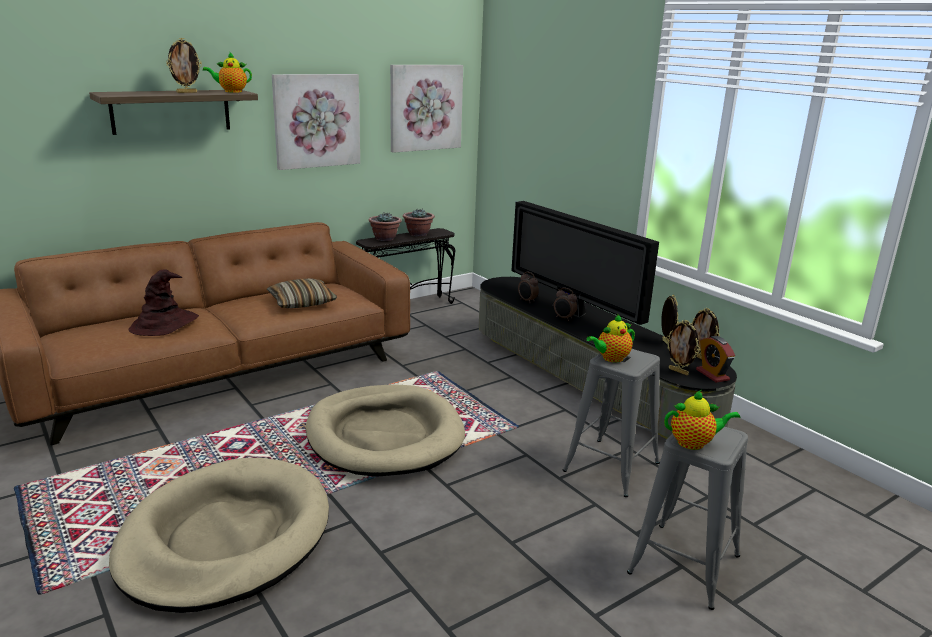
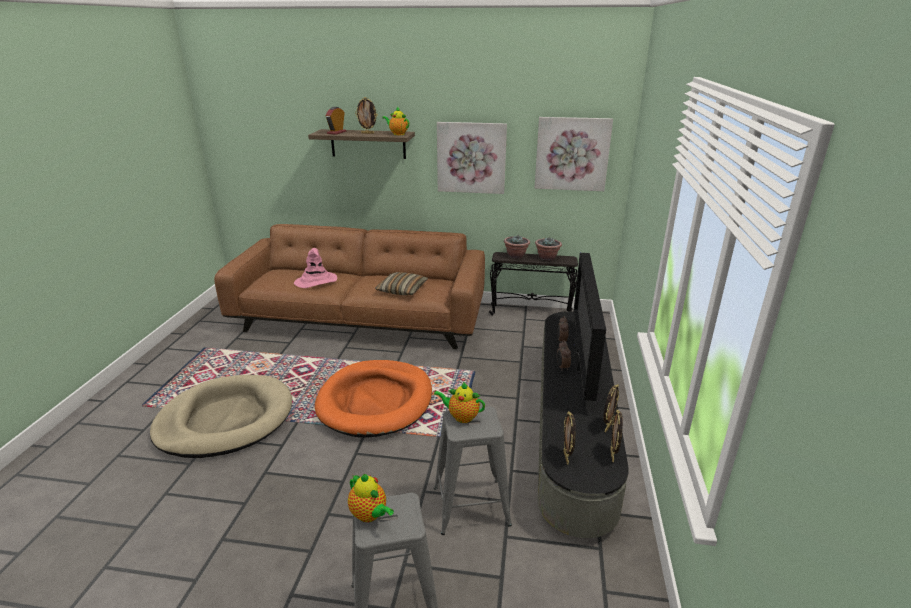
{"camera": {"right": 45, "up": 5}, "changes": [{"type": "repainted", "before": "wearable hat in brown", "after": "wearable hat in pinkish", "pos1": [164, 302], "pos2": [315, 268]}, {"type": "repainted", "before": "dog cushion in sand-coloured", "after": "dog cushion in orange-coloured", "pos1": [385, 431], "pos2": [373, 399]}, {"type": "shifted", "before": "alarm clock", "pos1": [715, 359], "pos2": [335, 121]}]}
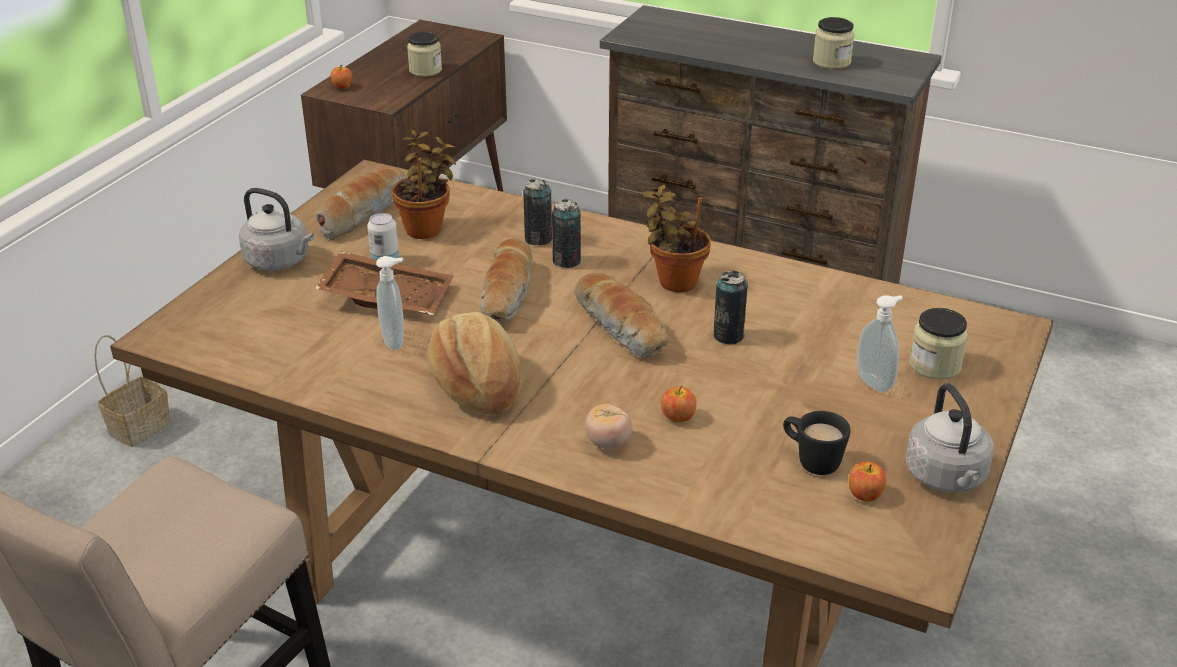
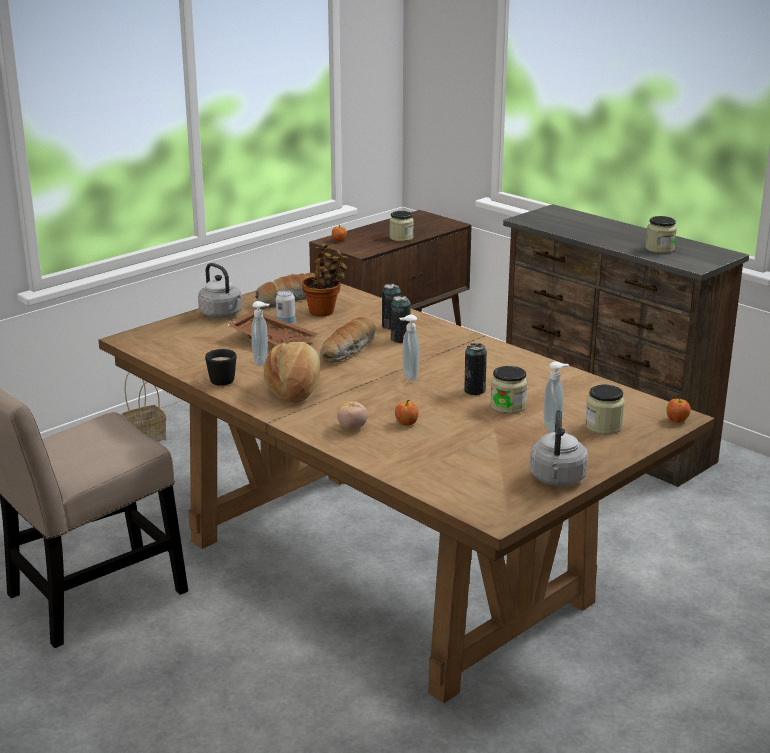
{"camera": {"right": 20, "up": -10}, "changes": [{"type": "swapped", "before": "bakery bread", "after": "soap dispenser", "pos1": [621, 315], "pos2": [409, 348]}, {"type": "gone", "before": "plant in a pot", "pos1": [676, 238]}, {"type": "shifted", "before": "mug in black", "pos1": [817, 443], "pos2": [220, 367]}, {"type": "shifted", "before": "apple fruit", "pos1": [868, 482], "pos2": [679, 410]}, {"type": "new", "after": "jar", "pos2": [508, 390]}]}
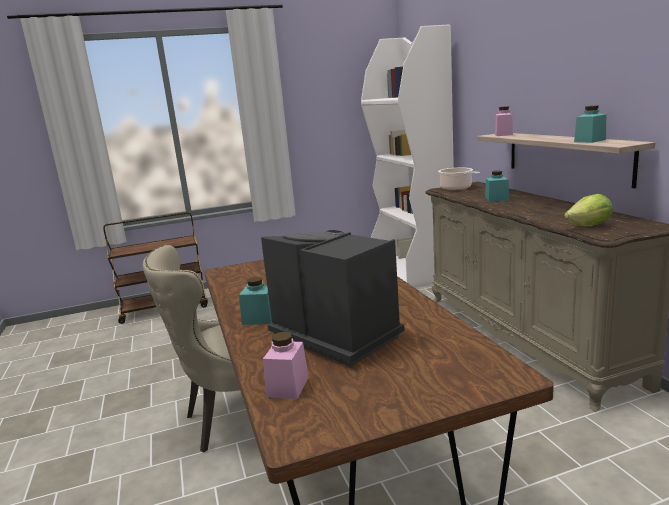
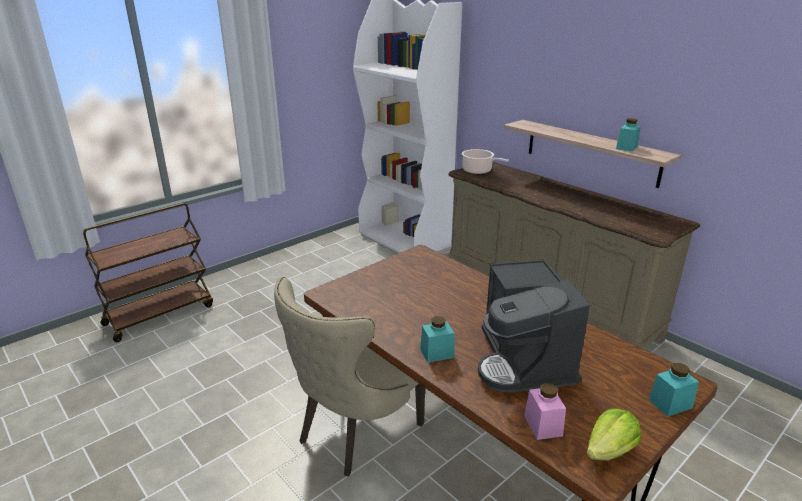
{"camera": {"right": -25, "up": 10}, "changes": [{"type": "rotated", "before": "coffee maker", "pos1": [333, 298], "pos2": [534, 326], "turn": -120}, {"type": "shifted", "before": "jar in turquoise-coloured", "pos1": [497, 186], "pos2": [674, 390]}, {"type": "gone", "before": "jar in pinkish", "pos1": [504, 121]}, {"type": "shifted", "before": "head of lettuce", "pos1": [588, 210], "pos2": [614, 434]}]}
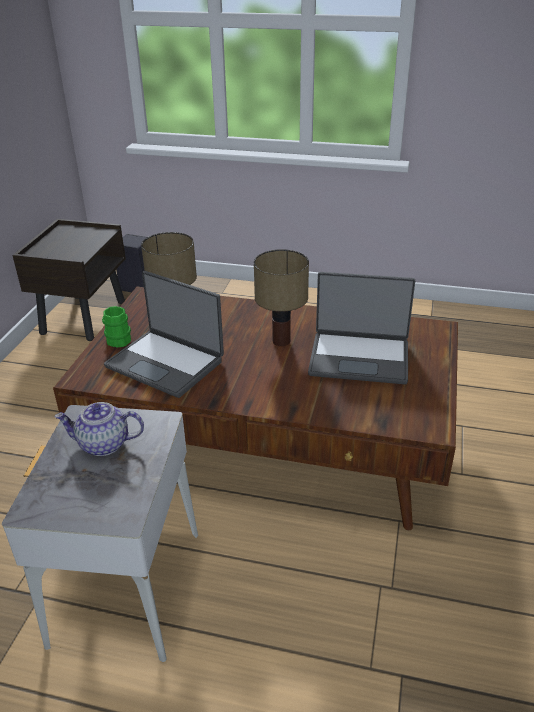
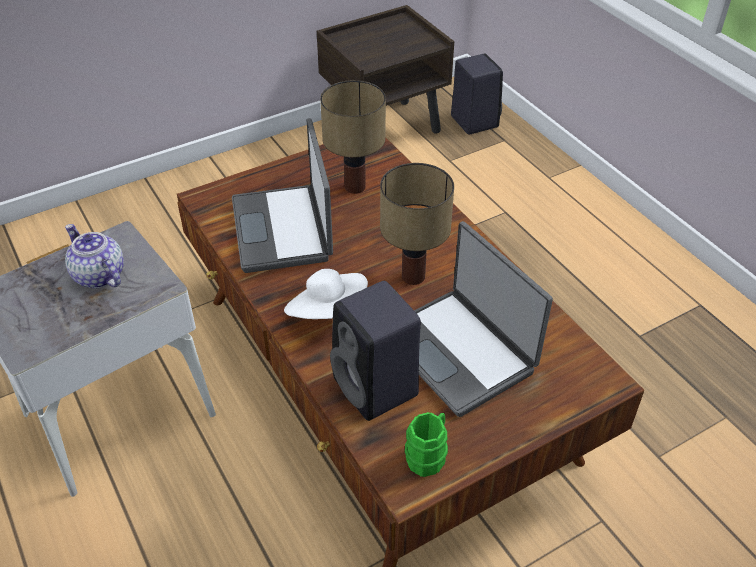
{"camera": {"right": 45, "up": 10}, "changes": [{"type": "shifted", "before": "mug in green", "pos1": [116, 327], "pos2": [426, 444]}, {"type": "new", "after": "wearable hat in whitish", "pos2": [326, 294]}, {"type": "new", "after": "loudspeaker in black", "pos2": [375, 351]}]}
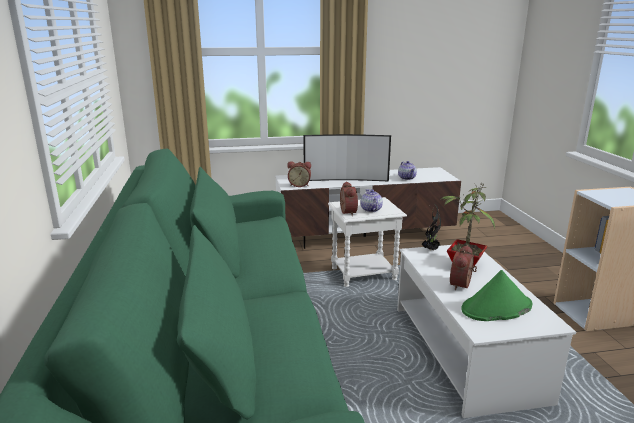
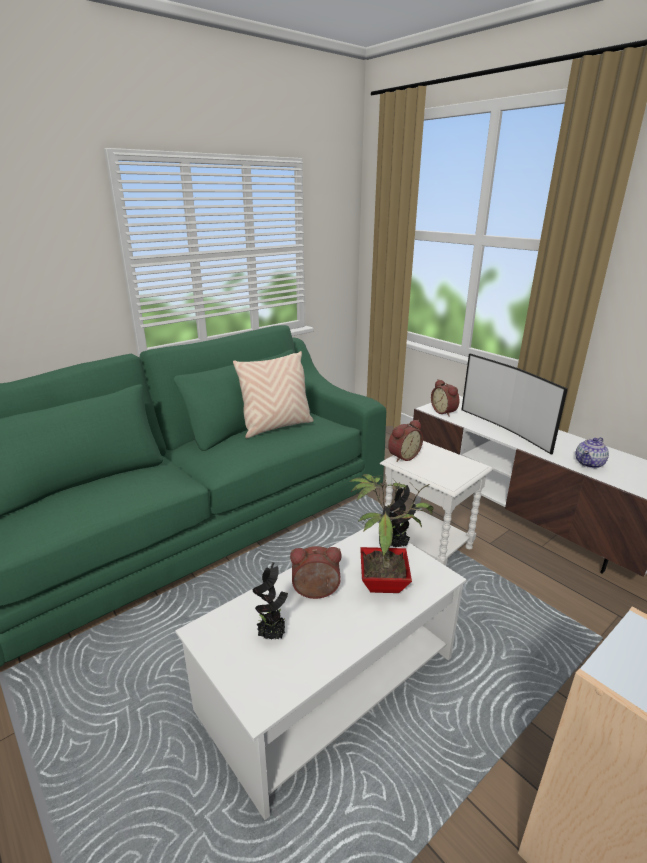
{"camera": {"right": 60, "up": 5}, "changes": [{"type": "gone", "before": "pot for tea", "pos1": [371, 200]}, {"type": "swapped", "before": "wearable hat in green", "after": "plant in a pot", "pos1": [496, 295], "pos2": [270, 600]}, {"type": "new", "after": "cushion in sand-coloured", "pos2": [273, 394]}]}
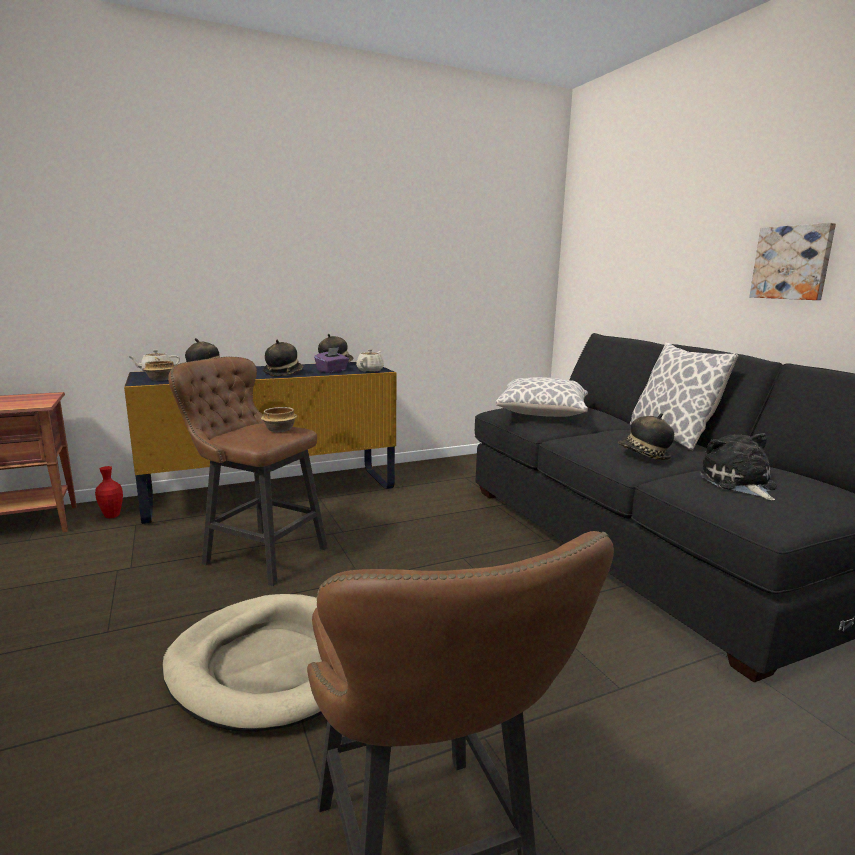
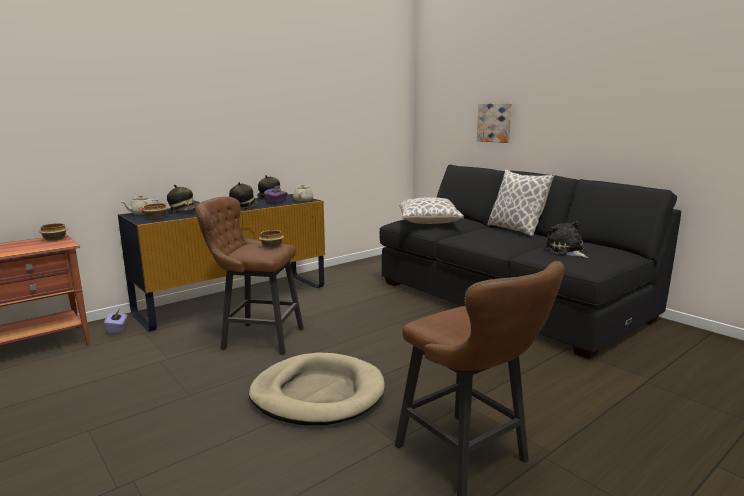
{"camera": {"right": -15, "up": 0}, "changes": [{"type": "swapped", "before": "decorative vase in red", "after": "tissue box in purplish", "pos1": [109, 492], "pos2": [116, 322]}, {"type": "gone", "before": "wearable hat", "pos1": [646, 436]}, {"type": "shifted", "before": "wall picture", "pos1": [792, 261], "pos2": [494, 123]}, {"type": "new", "after": "serving bowl", "pos2": [53, 232]}]}
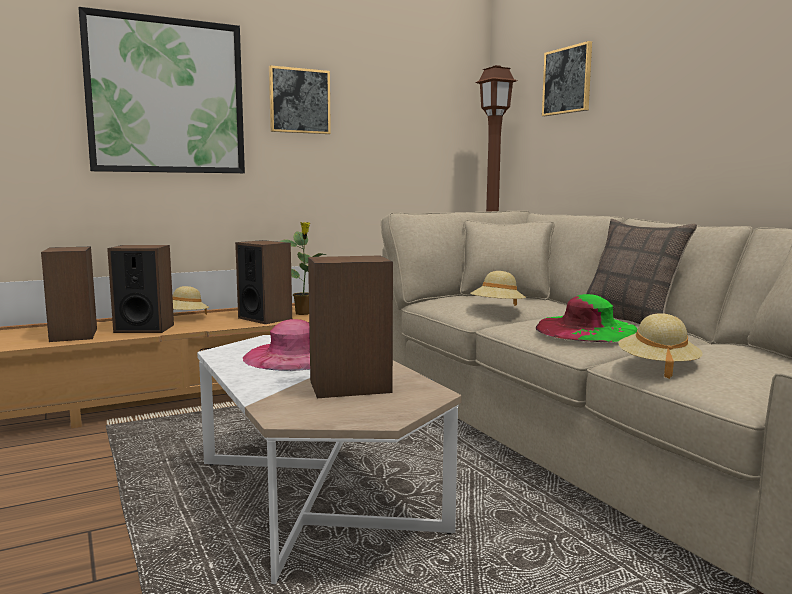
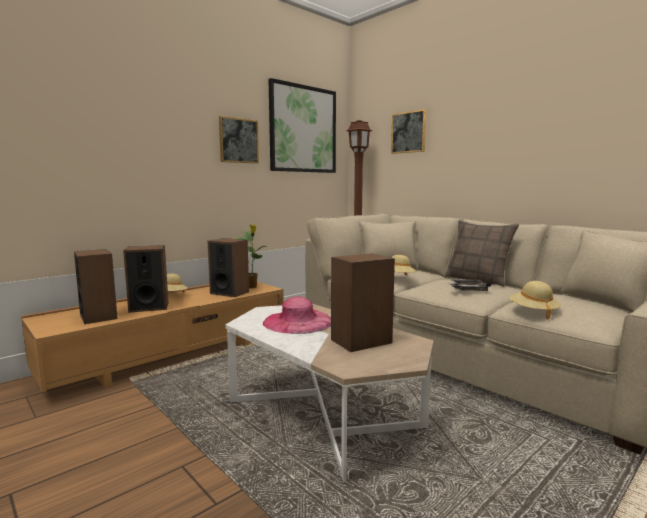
{"camera": {"right": -15, "up": 0}, "changes": [{"type": "shifted", "before": "wall picture", "pos1": [162, 90], "pos2": [302, 125]}, {"type": "swapped", "before": "wearable hat in green", "after": "carrying tray in gray", "pos1": [586, 318], "pos2": [469, 285]}]}
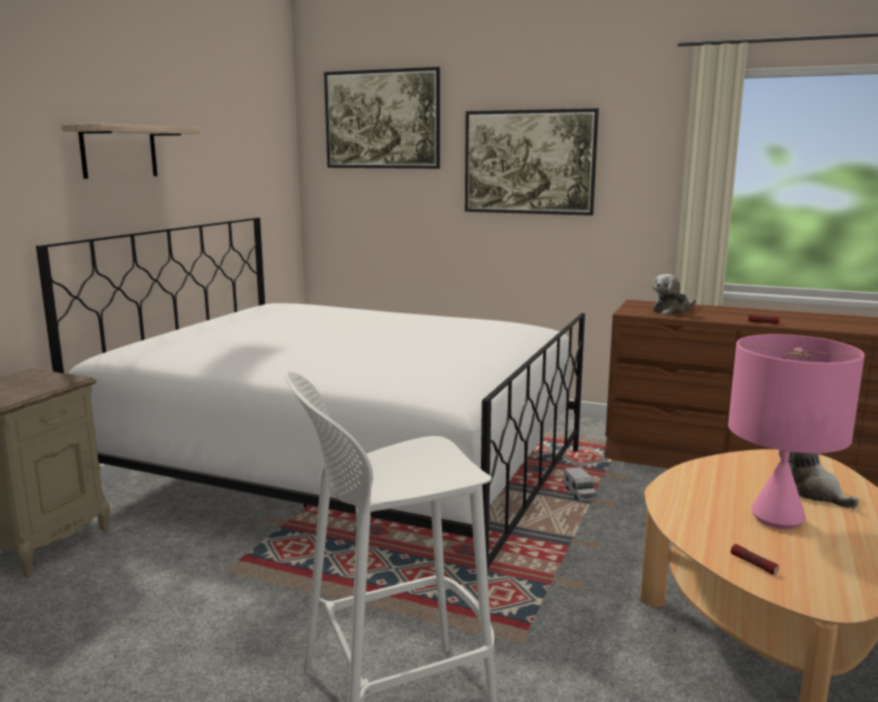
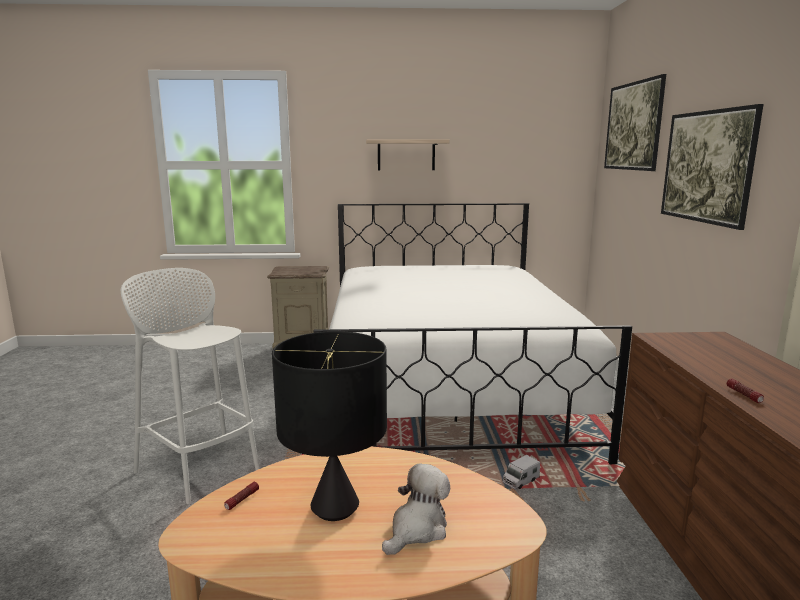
{"camera": {"right": 65, "up": 0}, "changes": [{"type": "gone", "before": "cuddly toy", "pos1": [674, 294]}, {"type": "repainted", "before": "lamp for a table in pinkish", "after": "lamp for a table in black", "pos1": [796, 431], "pos2": [329, 426]}]}
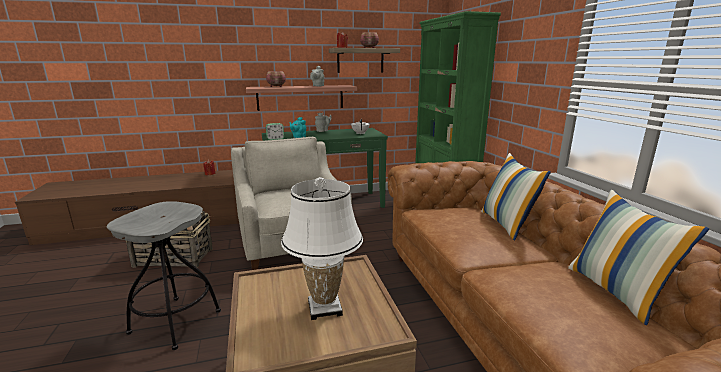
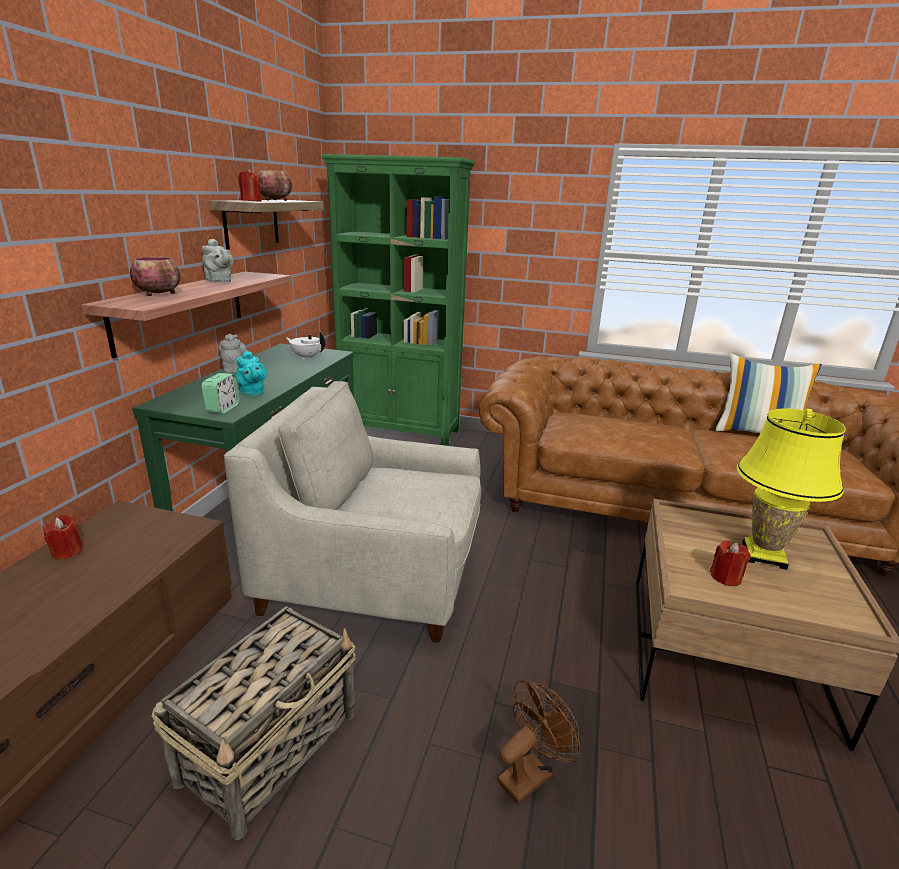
{"camera": {"right": -60, "up": 5}, "changes": [{"type": "swapped", "before": "sitting stool in gray", "after": "cooling fan in brown", "pos1": [164, 275], "pos2": [539, 742]}, {"type": "repainted", "before": "lamp for a table in whitish", "after": "lamp for a table in yellowish", "pos1": [322, 248], "pos2": [791, 489]}, {"type": "gone", "before": "cushion", "pos1": [516, 196]}, {"type": "new", "after": "candle in red", "pos2": [730, 563]}]}
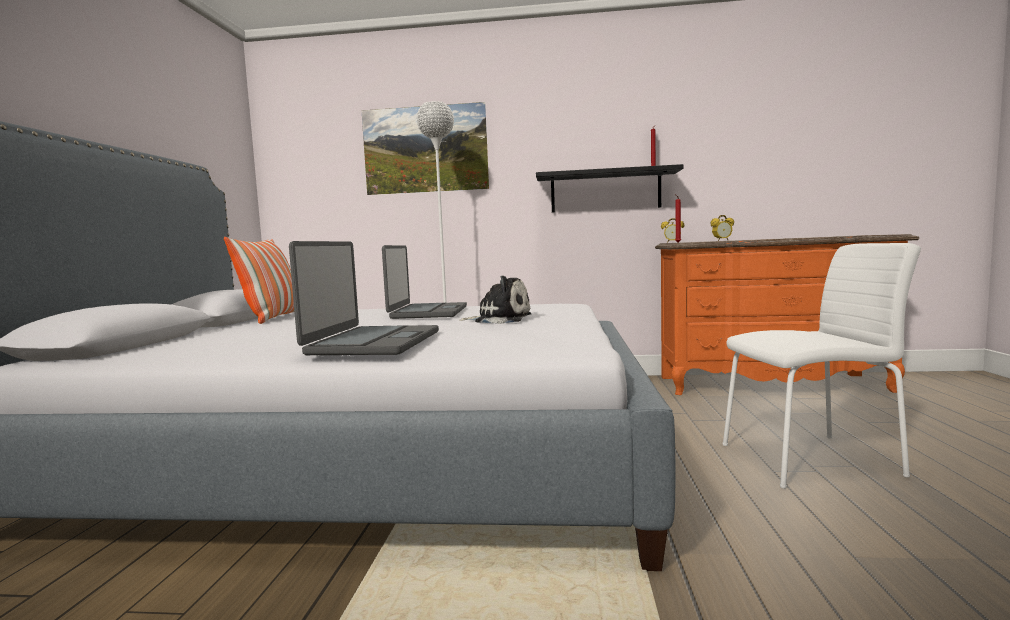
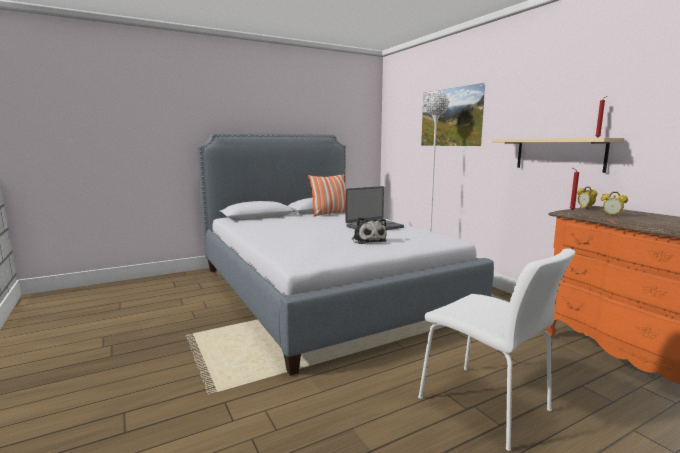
{"camera": {"right": 55, "up": 5}, "changes": [{"type": "gone", "before": "laptop", "pos1": [364, 298]}, {"type": "repainted", "before": "wall shelf in black", "after": "wall shelf in sand-coloured", "pos1": [609, 188], "pos2": [558, 155]}]}
